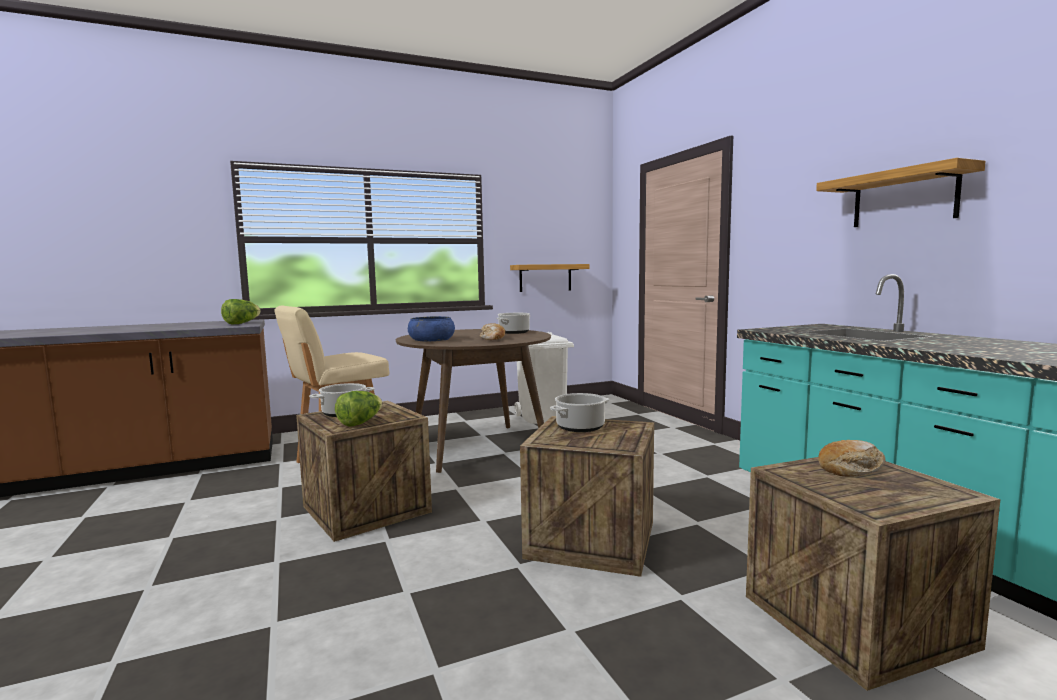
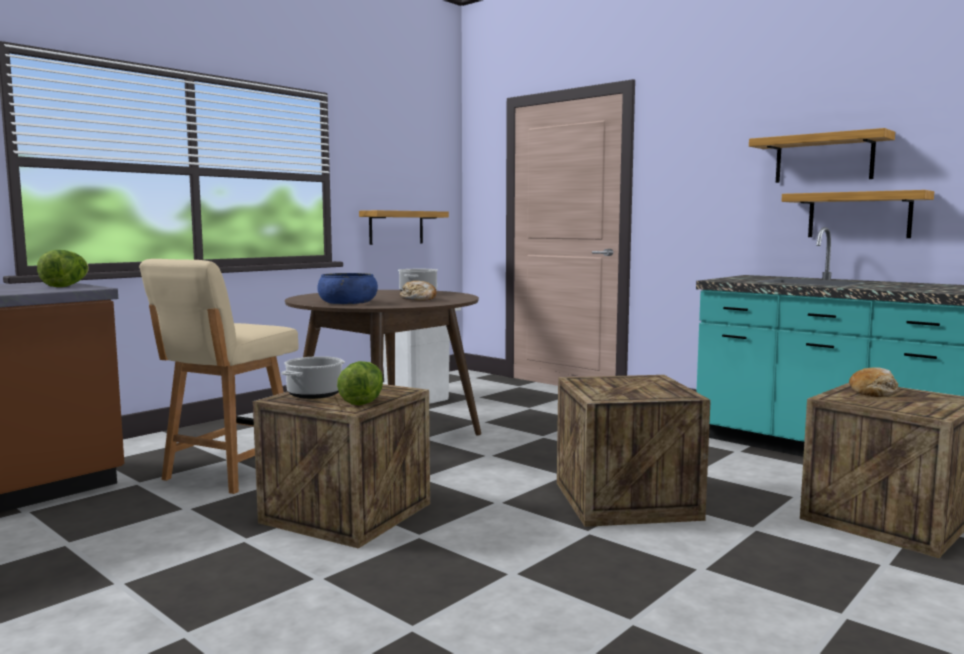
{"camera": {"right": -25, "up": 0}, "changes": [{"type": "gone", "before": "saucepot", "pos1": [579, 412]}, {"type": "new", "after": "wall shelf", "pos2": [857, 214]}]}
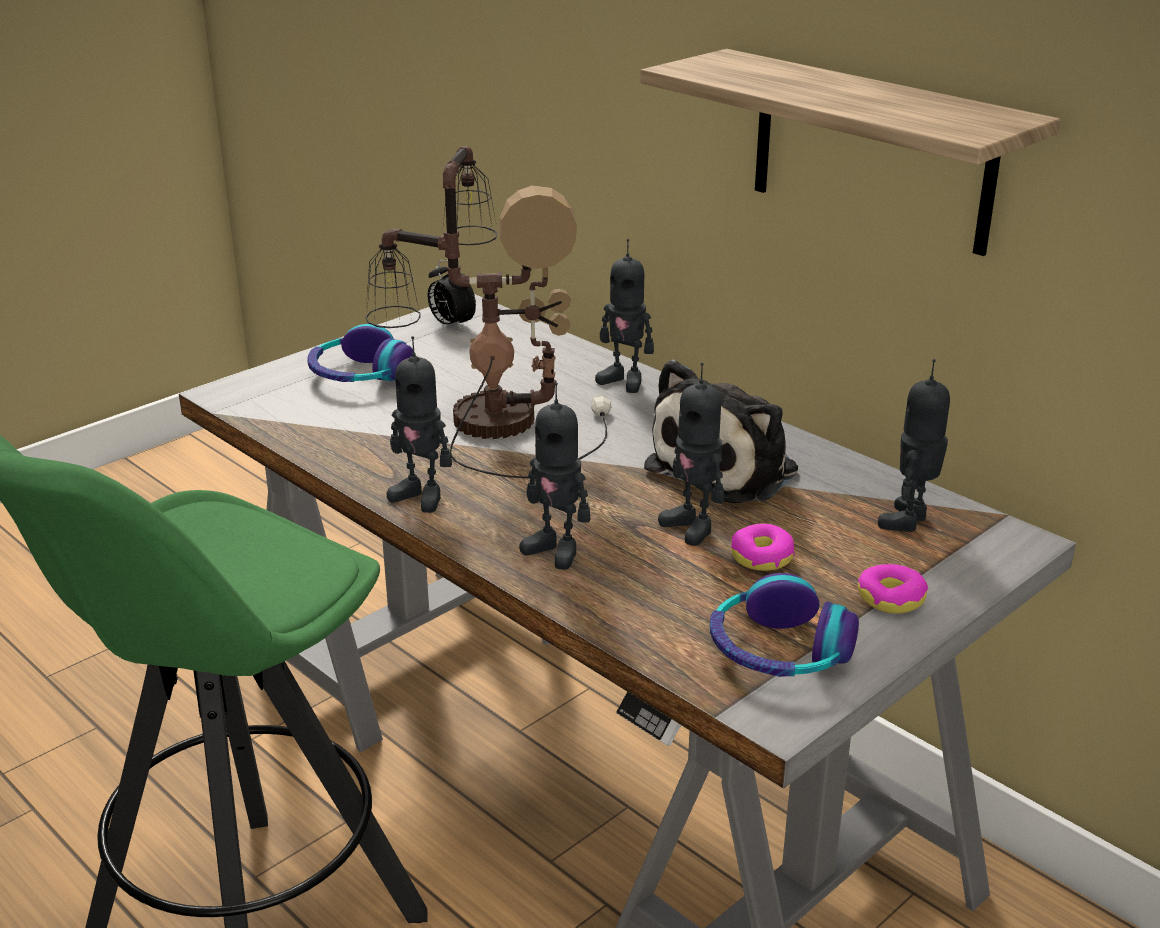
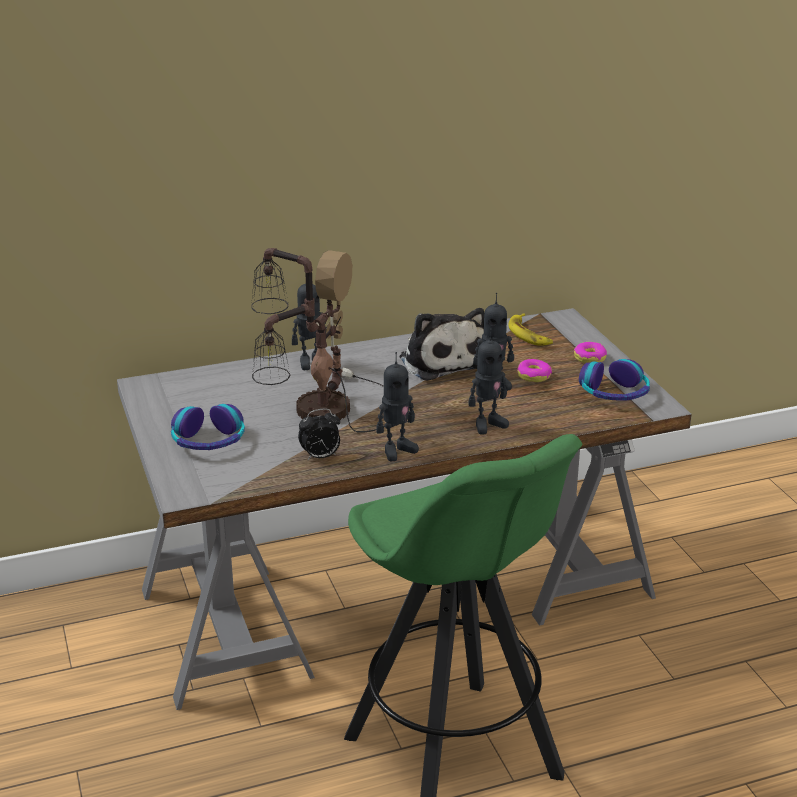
{"camera": {"right": -65, "up": 0}, "changes": [{"type": "shifted", "before": "alarm clock", "pos1": [452, 295], "pos2": [319, 434]}, {"type": "gone", "before": "wall shelf", "pos1": [850, 152]}, {"type": "swapped", "before": "toy robot", "after": "banana", "pos1": [914, 445], "pos2": [530, 329]}]}
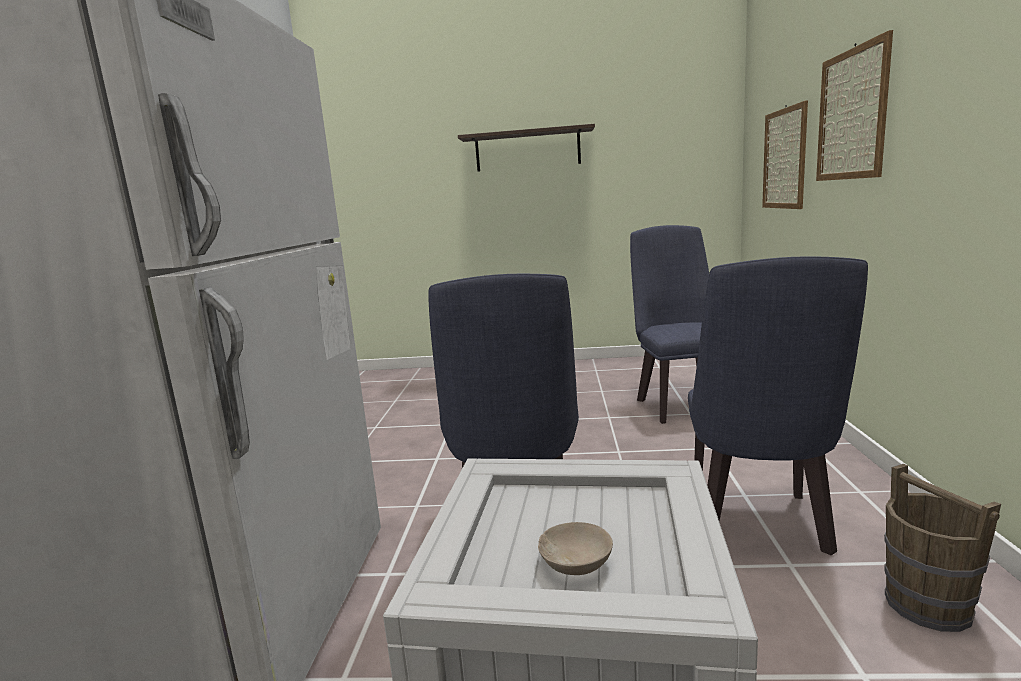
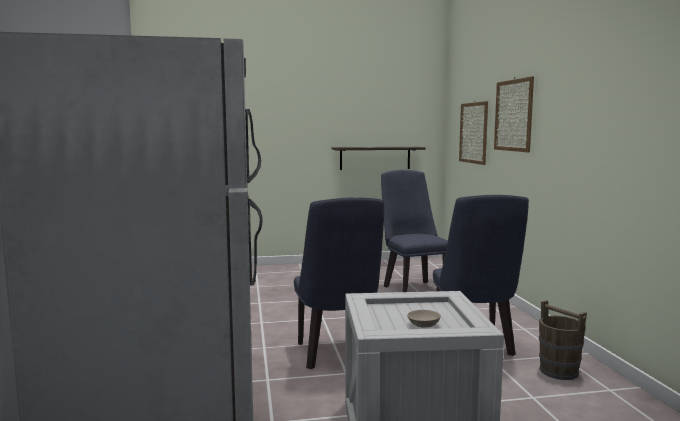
{"camera": {"right": -15, "up": -5}, "changes": [{"type": "shifted", "before": "wall shelf", "pos1": [526, 148], "pos2": [379, 158]}]}
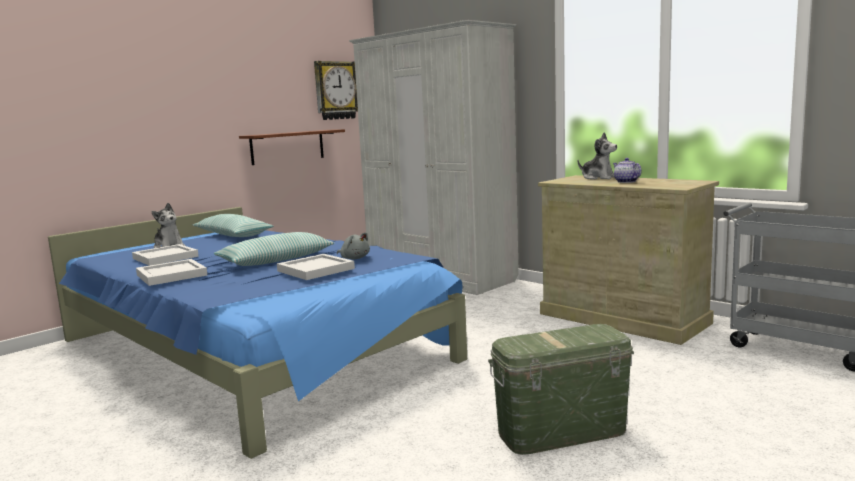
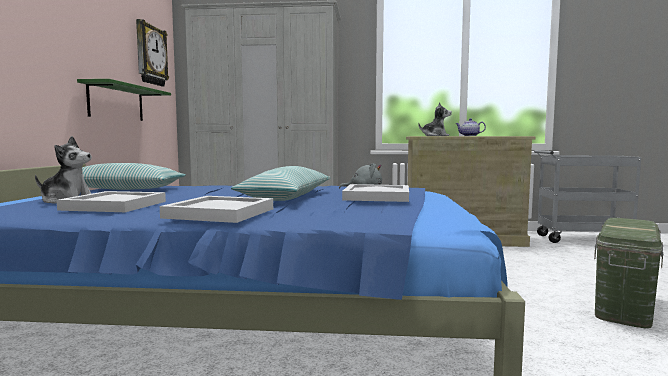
{"camera": {"right": -40, "up": -5}, "changes": [{"type": "repainted", "before": "wall shelf in brown", "after": "wall shelf in green", "pos1": [292, 147], "pos2": [124, 100]}]}
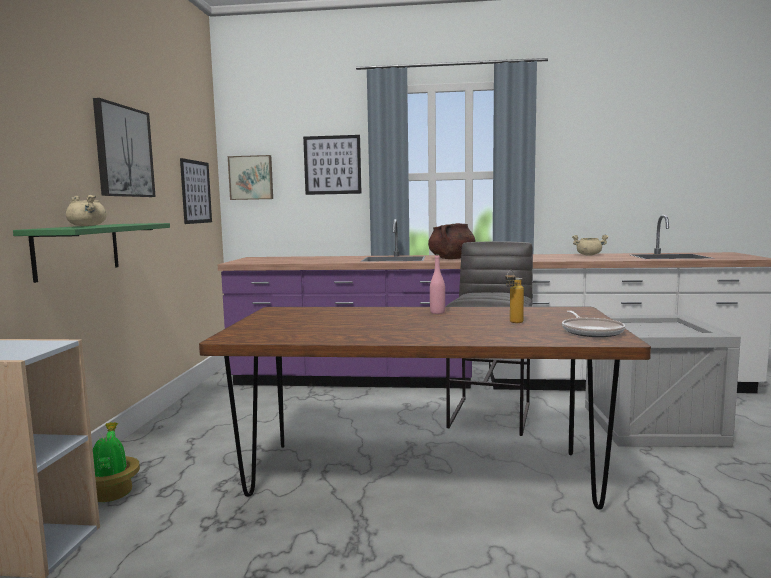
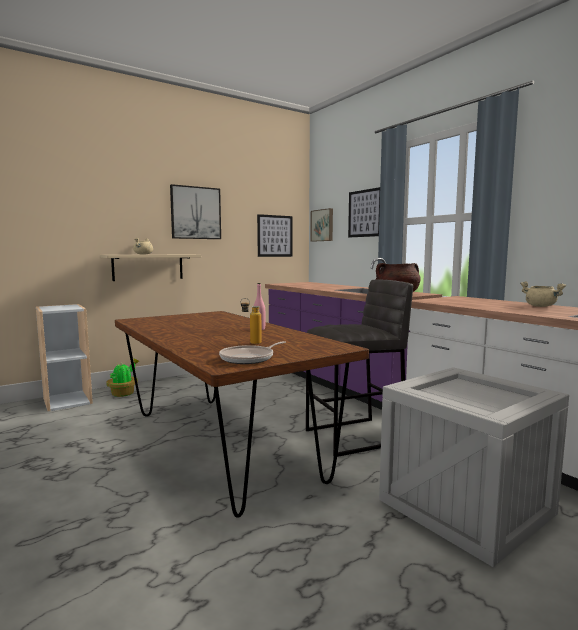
{"camera": {"right": 50, "up": 0}, "changes": [{"type": "repainted", "before": "wall shelf in green", "after": "wall shelf in sand-coloured", "pos1": [91, 253], "pos2": [150, 268]}]}
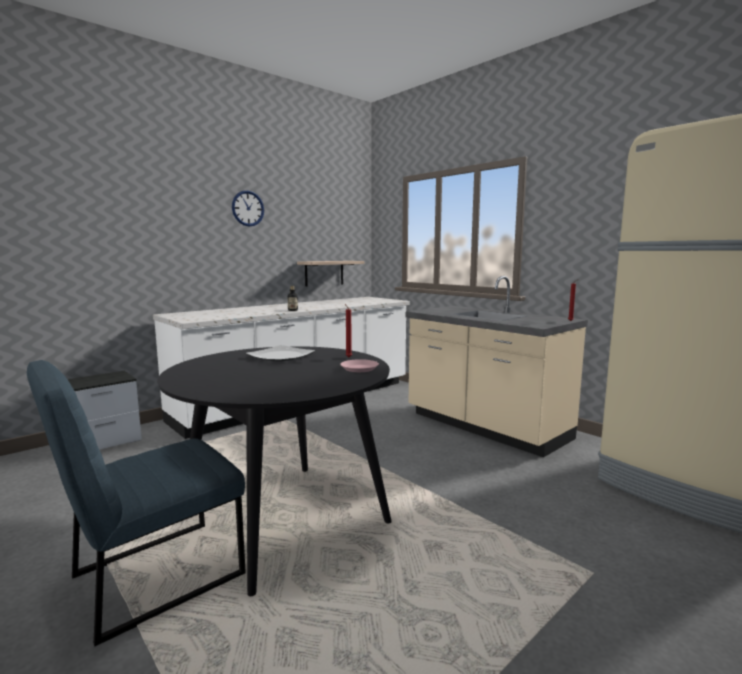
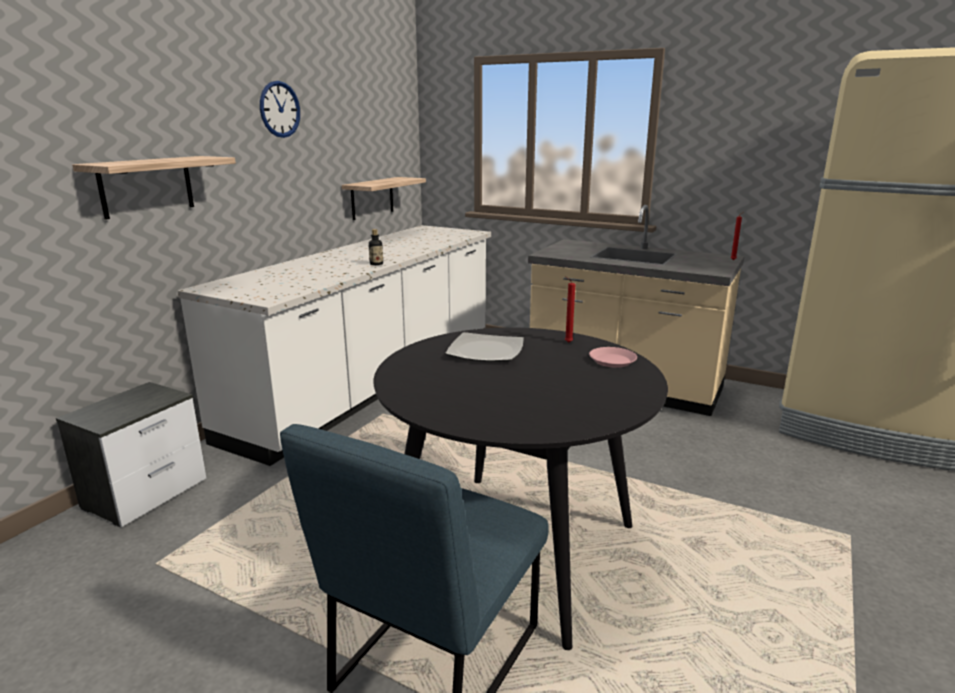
{"camera": {"right": -20, "up": 10}, "changes": [{"type": "new", "after": "wall shelf", "pos2": [154, 188]}]}
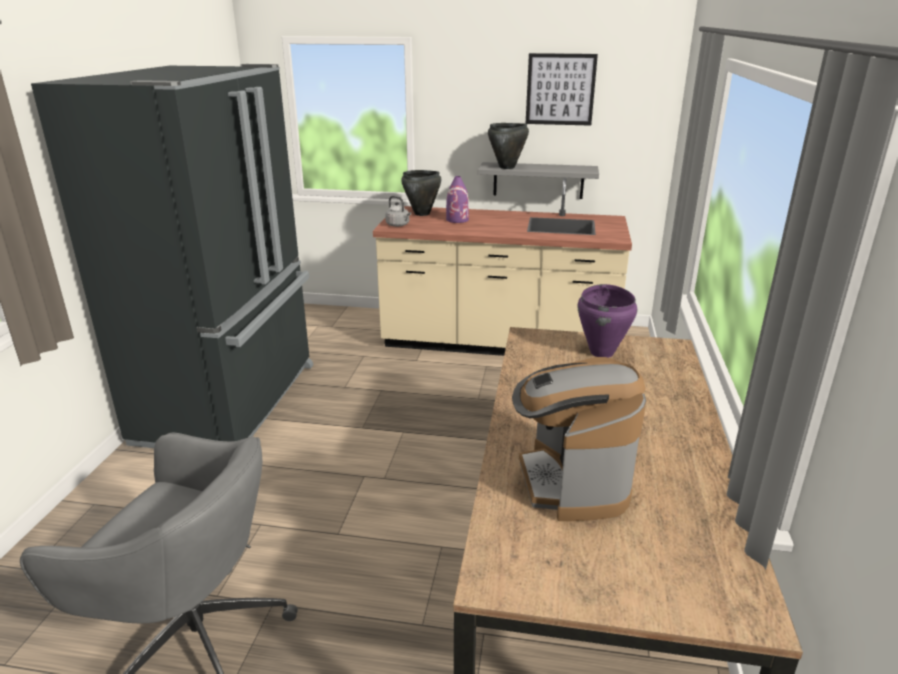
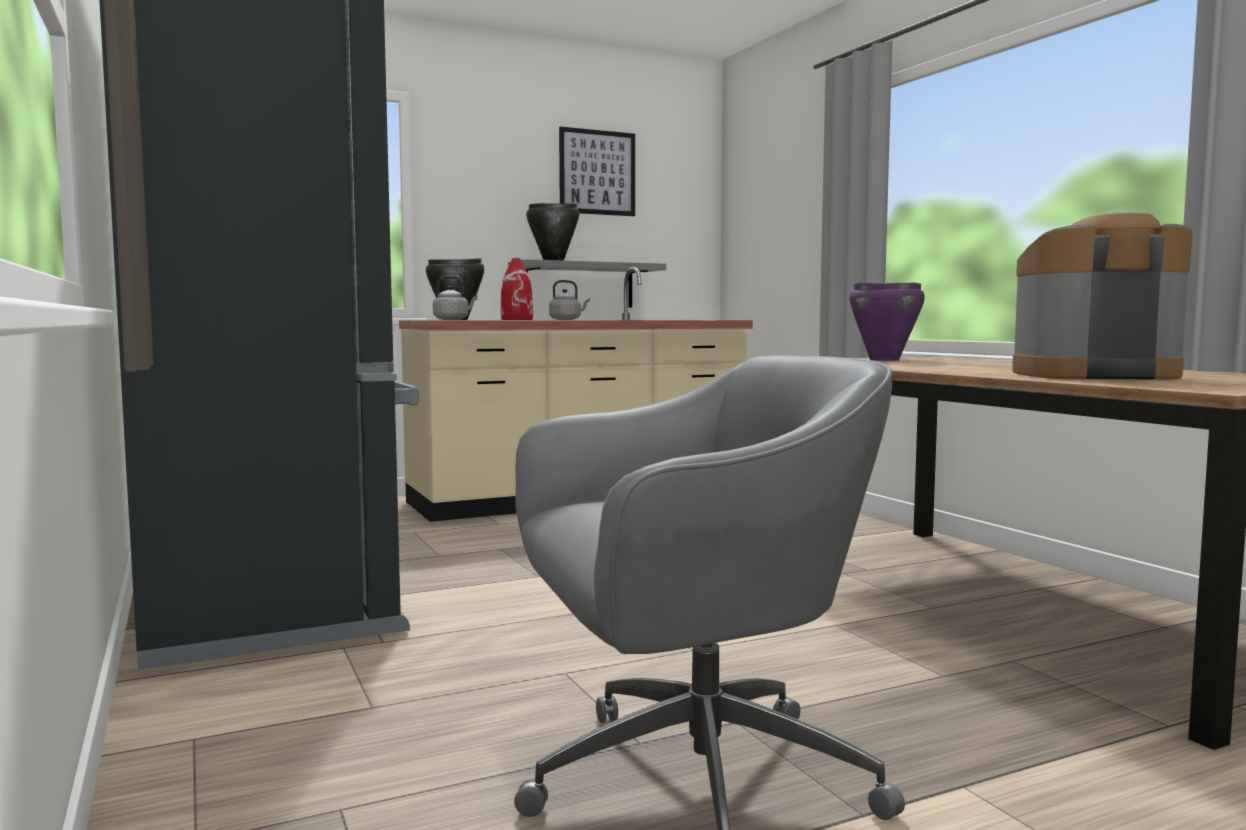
{"camera": {"right": -35, "up": -20}, "changes": [{"type": "repainted", "before": "decorative vase in purplish", "after": "decorative vase in red", "pos1": [457, 199], "pos2": [517, 289]}, {"type": "rotated", "before": "coffee maker", "pos1": [579, 439], "pos2": [1102, 295], "turn": 135}, {"type": "new", "after": "tea kettle in gray", "pos2": [569, 300]}]}
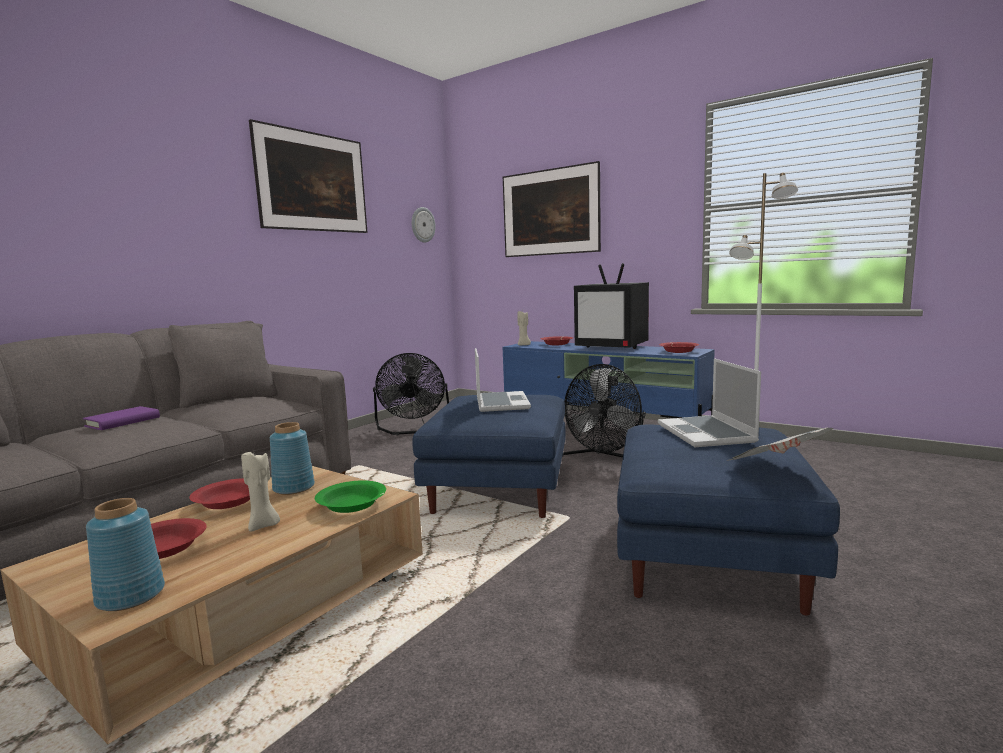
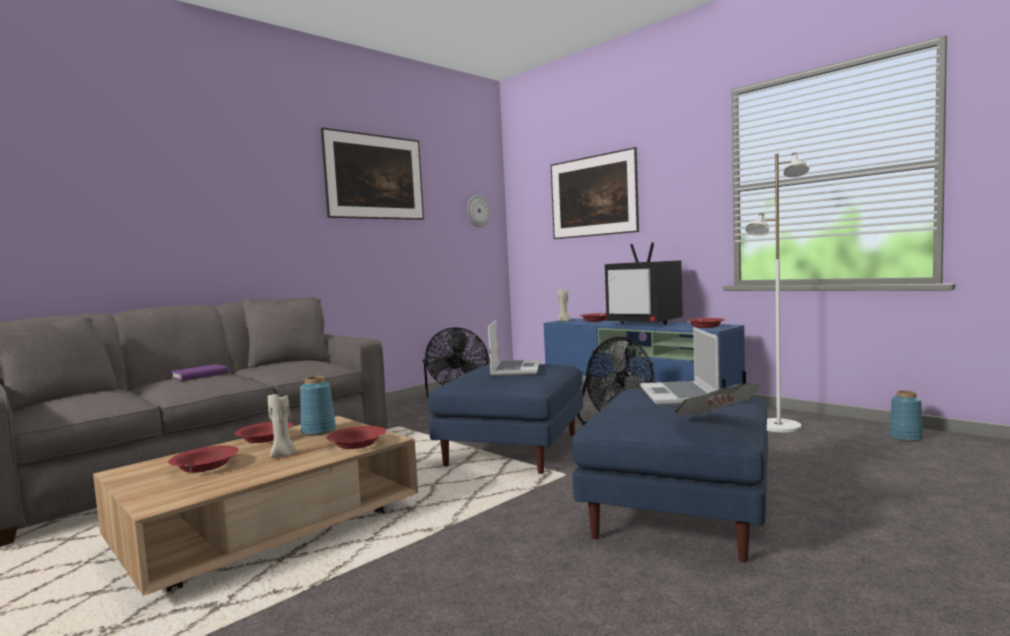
{"camera": {"right": 10, "up": -5}, "changes": [{"type": "shifted", "before": "decorative vase in bluish", "pos1": [125, 554], "pos2": [906, 416]}, {"type": "repainted", "before": "serving bowl in green", "after": "serving bowl in red", "pos1": [350, 496], "pos2": [356, 437]}]}
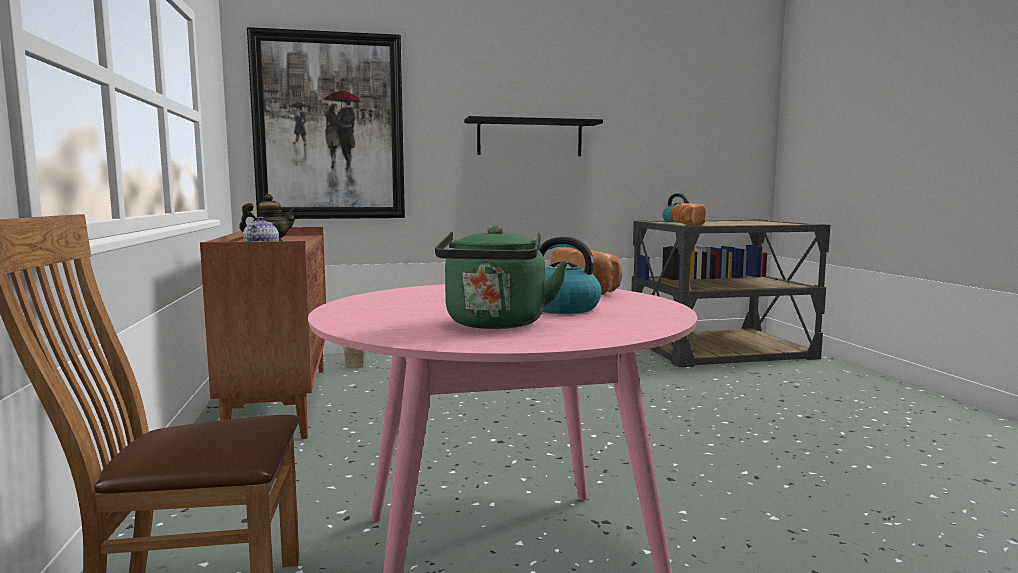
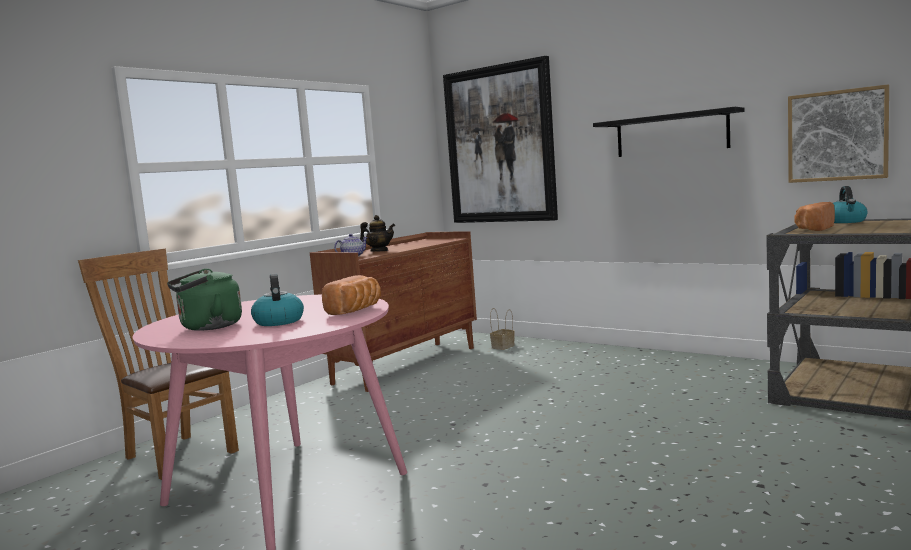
{"camera": {"right": 50, "up": 0}, "changes": [{"type": "new", "after": "wall picture", "pos2": [838, 133]}]}
